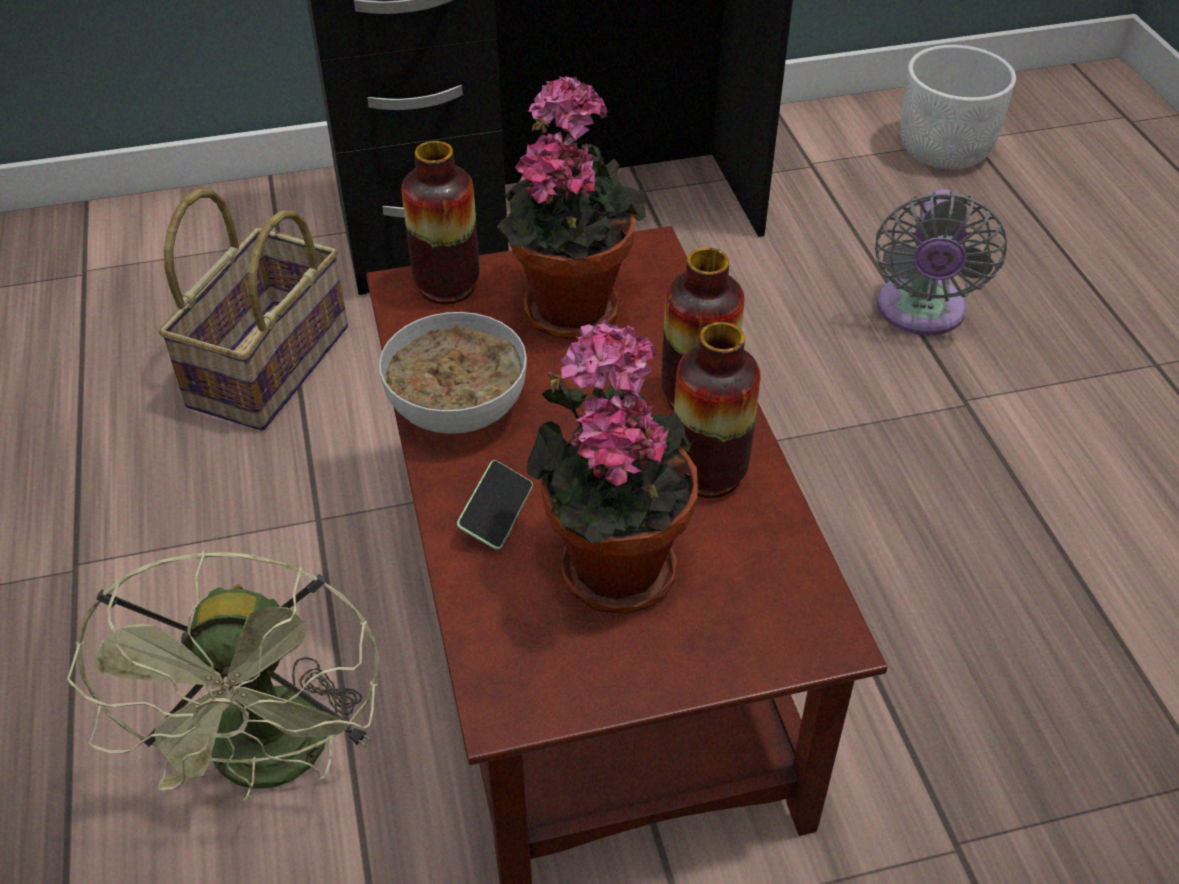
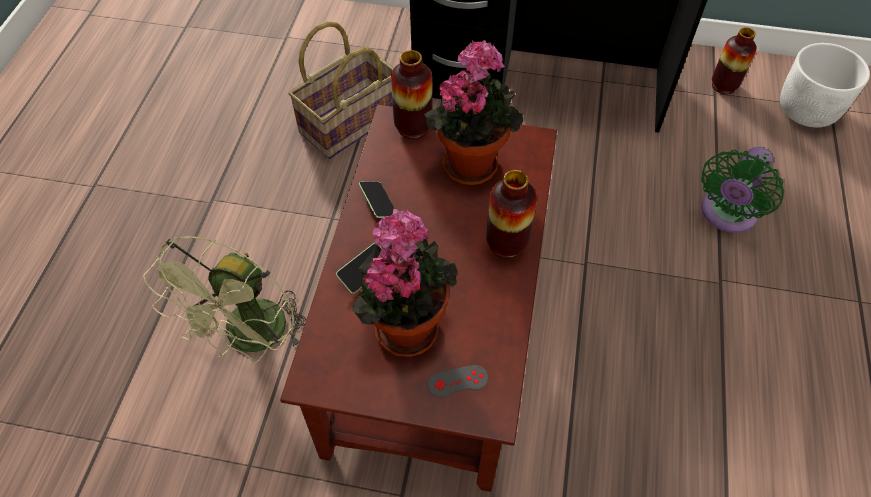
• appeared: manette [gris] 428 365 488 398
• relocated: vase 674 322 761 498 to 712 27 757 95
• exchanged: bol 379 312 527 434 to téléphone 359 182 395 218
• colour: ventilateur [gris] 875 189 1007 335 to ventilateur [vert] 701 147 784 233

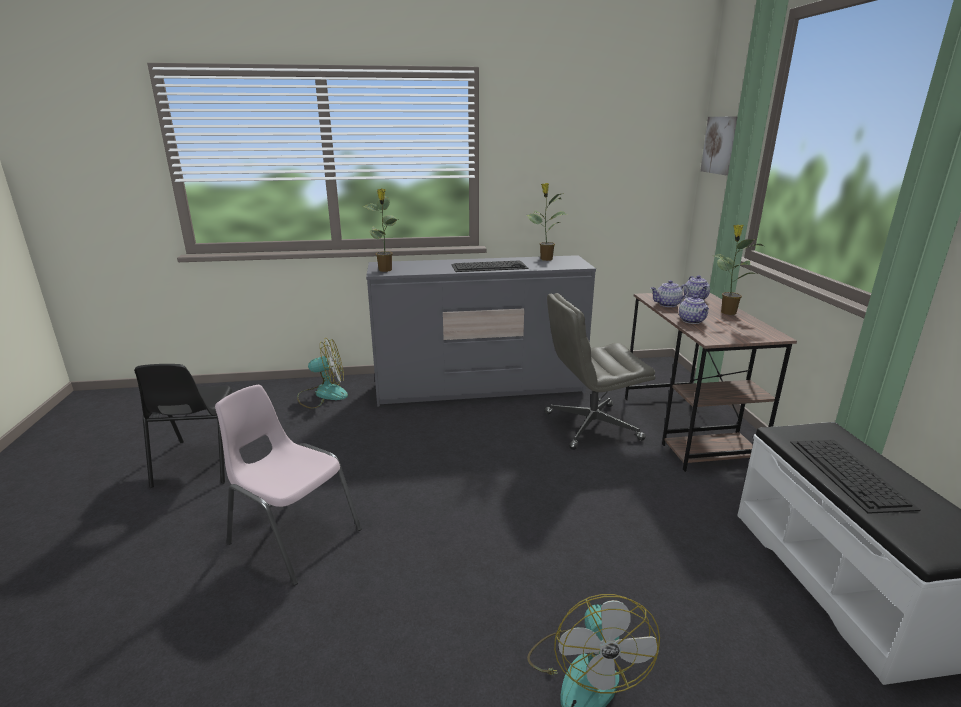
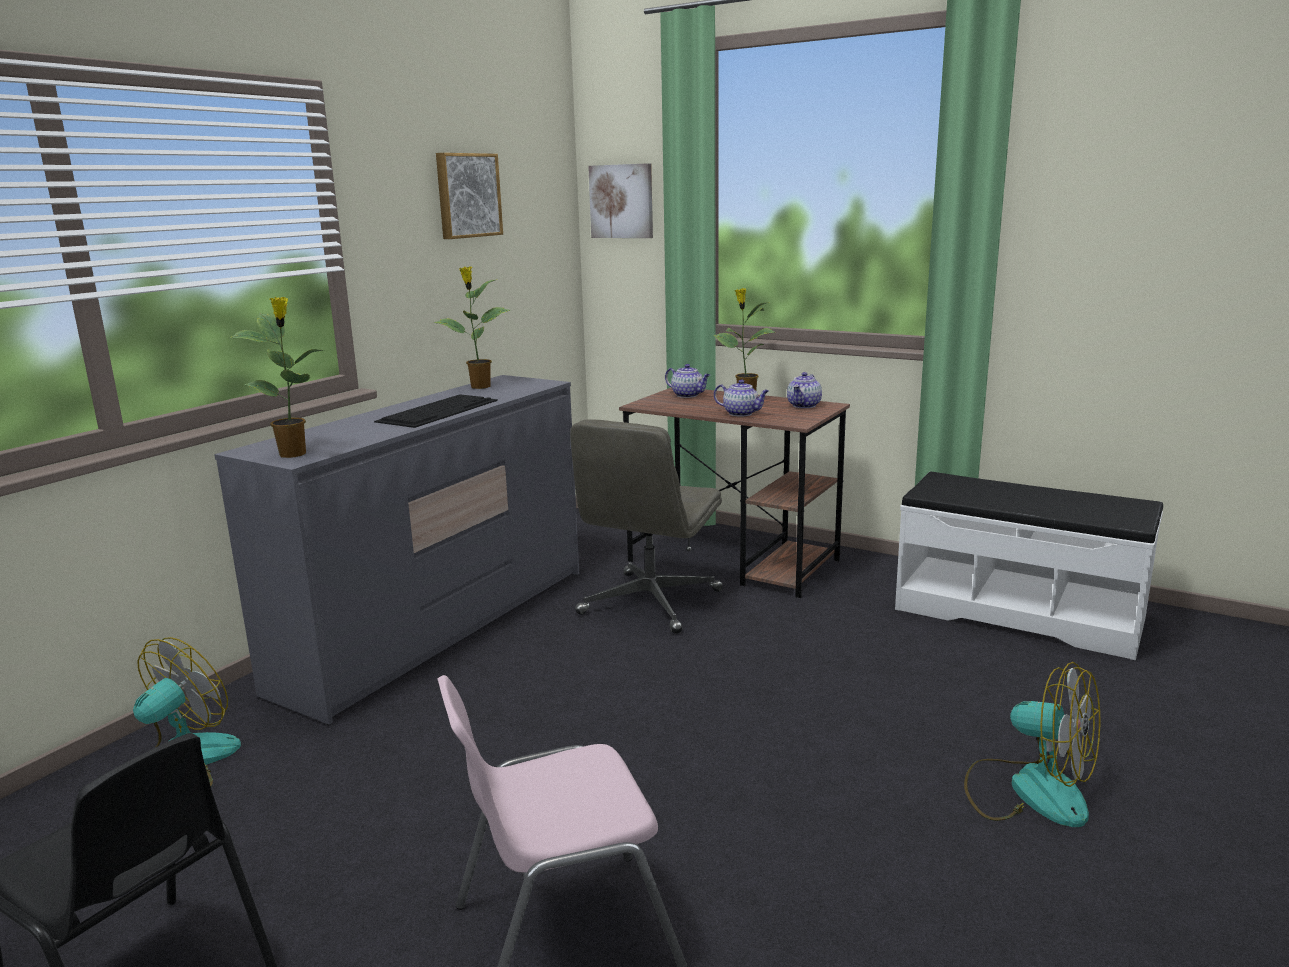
• missing: clavier 790 440 921 514
• appeared: tableau 436 153 503 239
• relocated: théière 650 280 689 307 to 787 372 822 408

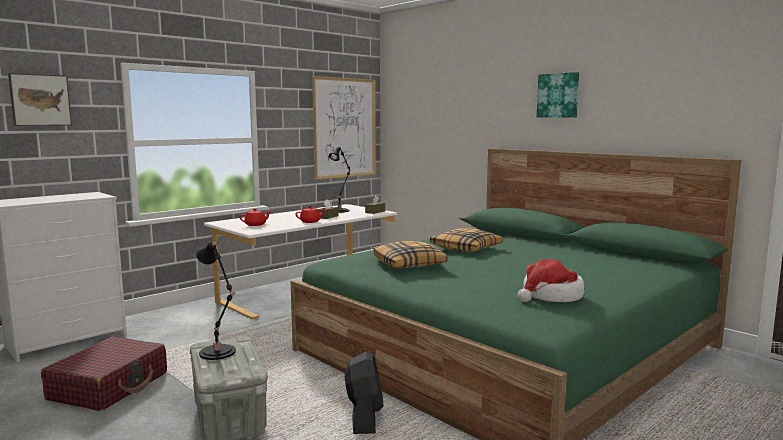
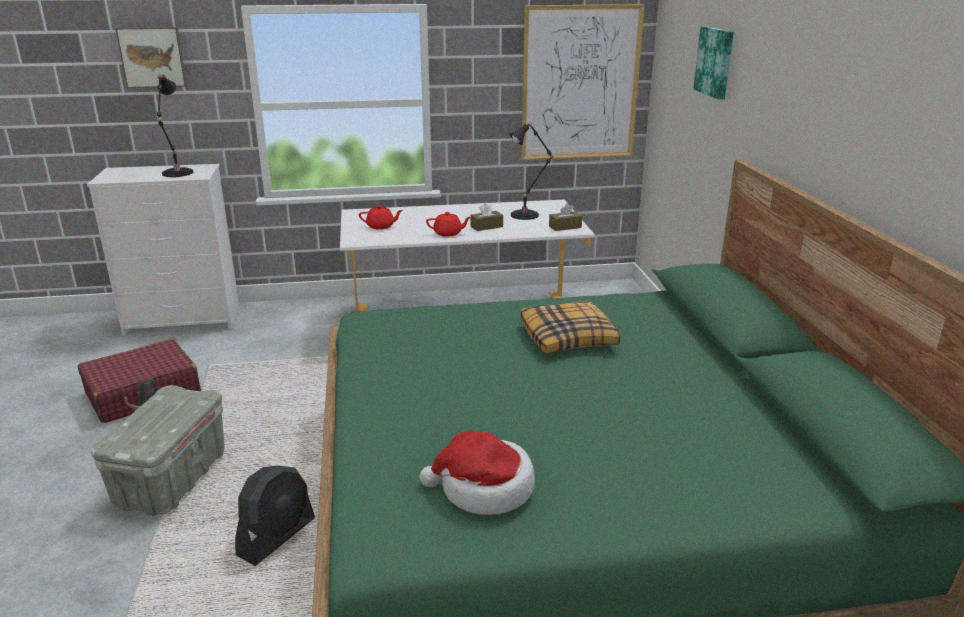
• missing: coussin 374 241 447 268
• relocated: lampe de table [noir] 196 242 236 360 to 157 74 193 177
• relocated: tableau 537 72 579 118 to 693 26 734 99

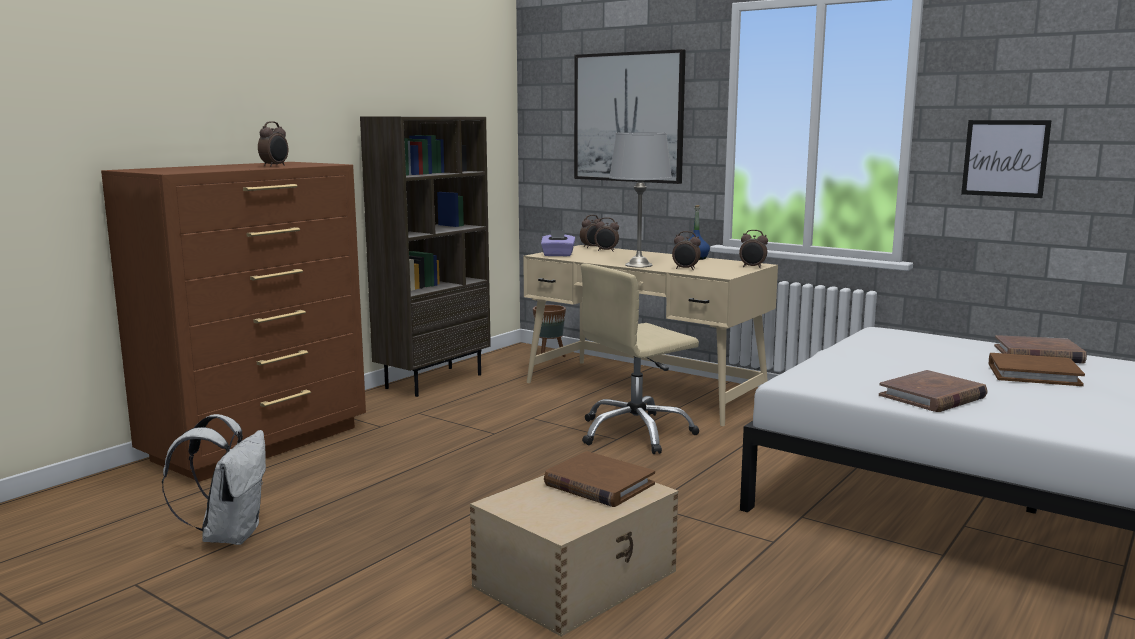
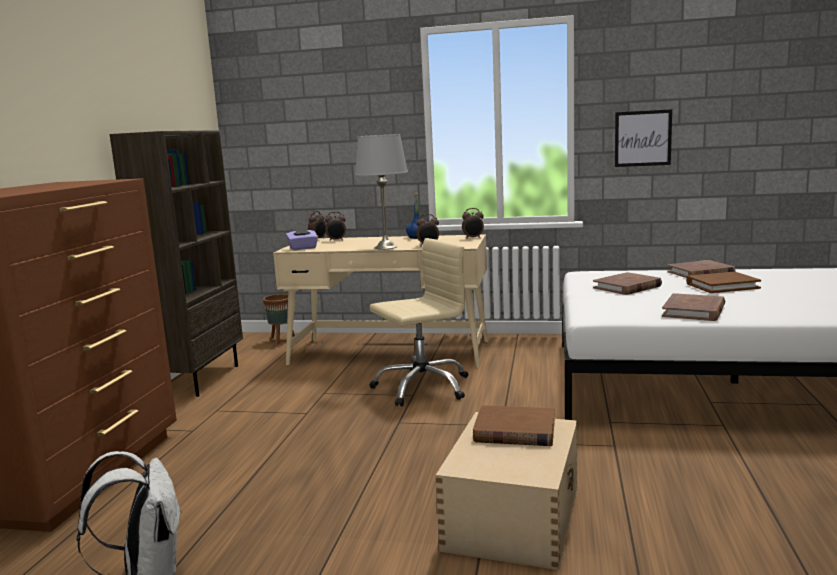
• missing: réveil 258 121 288 166
• missing: tableau 574 49 686 184
• appeared: livre [marron] 593 272 662 295
• spun: chaise de bureau [beige] 581 264 699 454 = 370 238 468 406 150 degrees counterclockwise

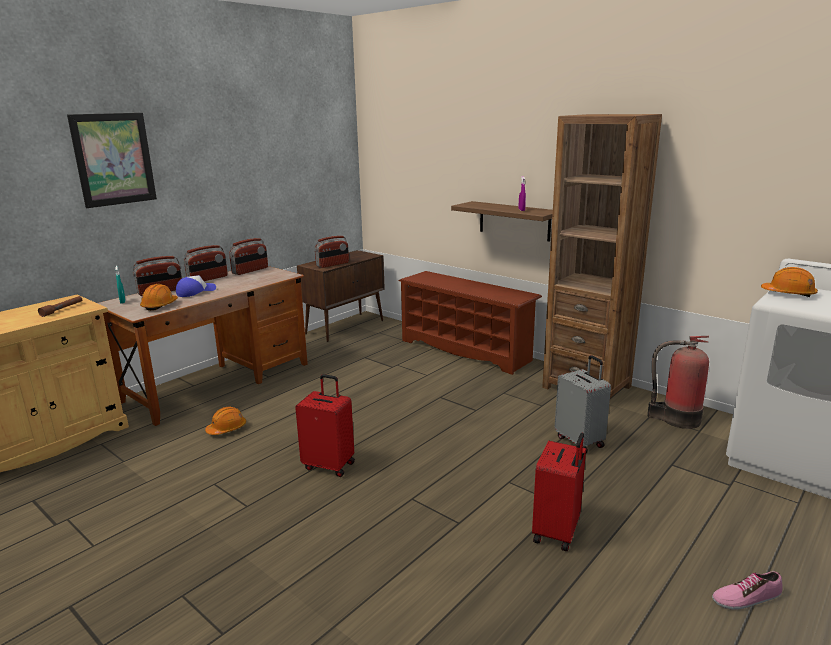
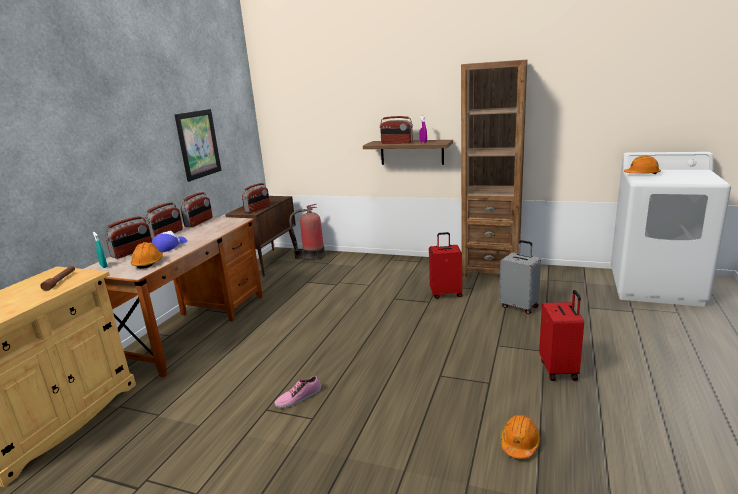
• missing: étagère à chaussures [marron] 399 271 542 375
• appeared: radio 380 116 413 144
• relocated: tableau 67 113 157 208 to 175 109 221 182
• relocated: casque de chantier [orange] 205 407 246 435 to 501 415 540 459
• relocated: valise [rouge] 295 374 355 477 to 429 232 462 299
• relocated: extincteur 647 336 709 429 to 289 204 325 261
• relocated: chaussure 712 571 782 610 to 274 376 321 408

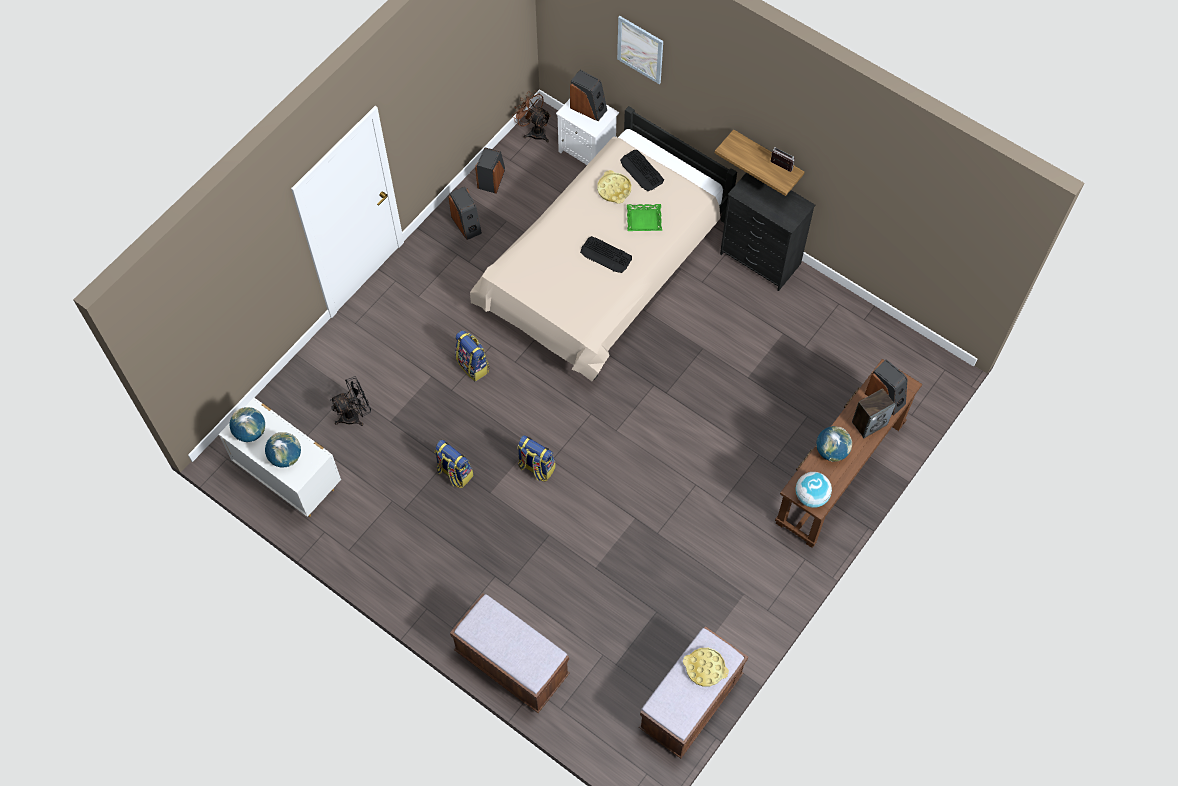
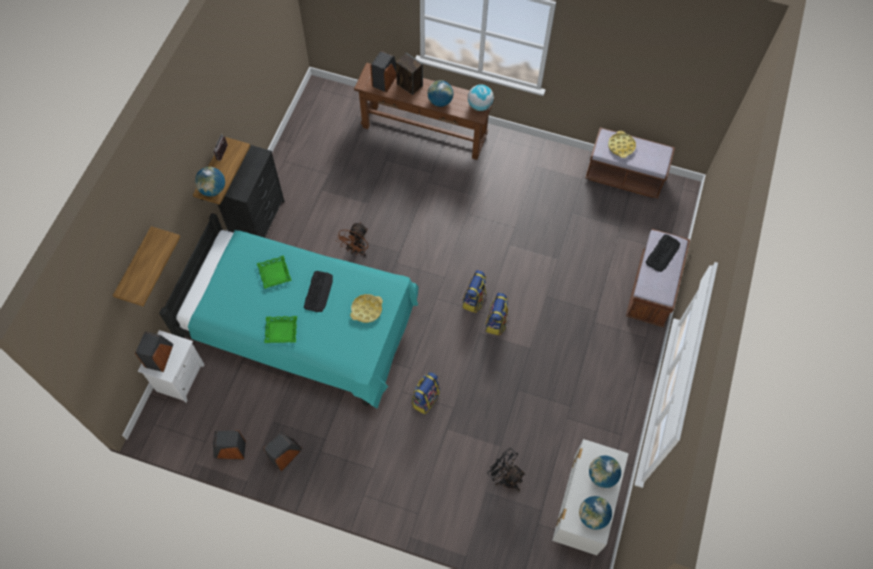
• appeared: globe 195 167 225 197
• appeared: plateau [vert] 264 316 297 343
• relocated: sac à dos 435 440 474 488 to 462 270 487 313
• relocated: ventilateur [marron] 512 91 551 143 to 336 222 368 256
• relocated: plateau [jaune] 597 170 631 204 to 350 294 383 323
• relocated: clavier 620 150 664 191 to 646 234 680 272
• exchanged: tableau 617 16 663 84 to étagère 113 226 180 306
• colour: lit [beige] 470 106 737 381 to lit [turquoise] 159 213 418 409

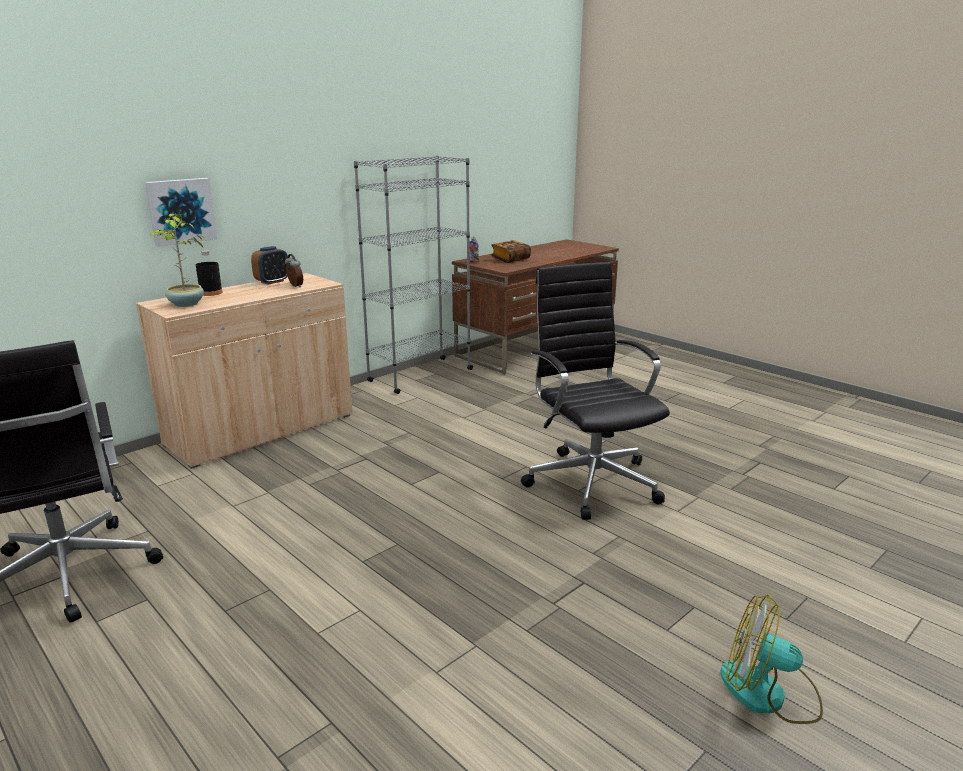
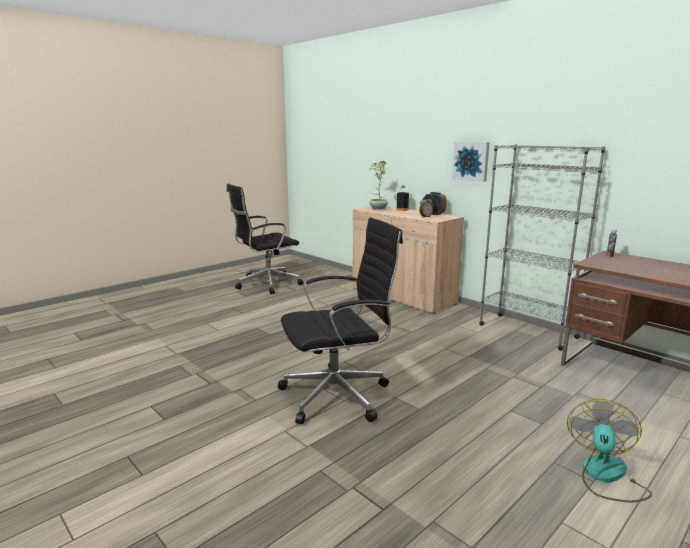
• missing: livre 491 240 531 263
• relocated: tableau 145 178 217 247 to 452 142 489 182
• relocated: ventilateur 720 595 823 724 to 567 399 652 503

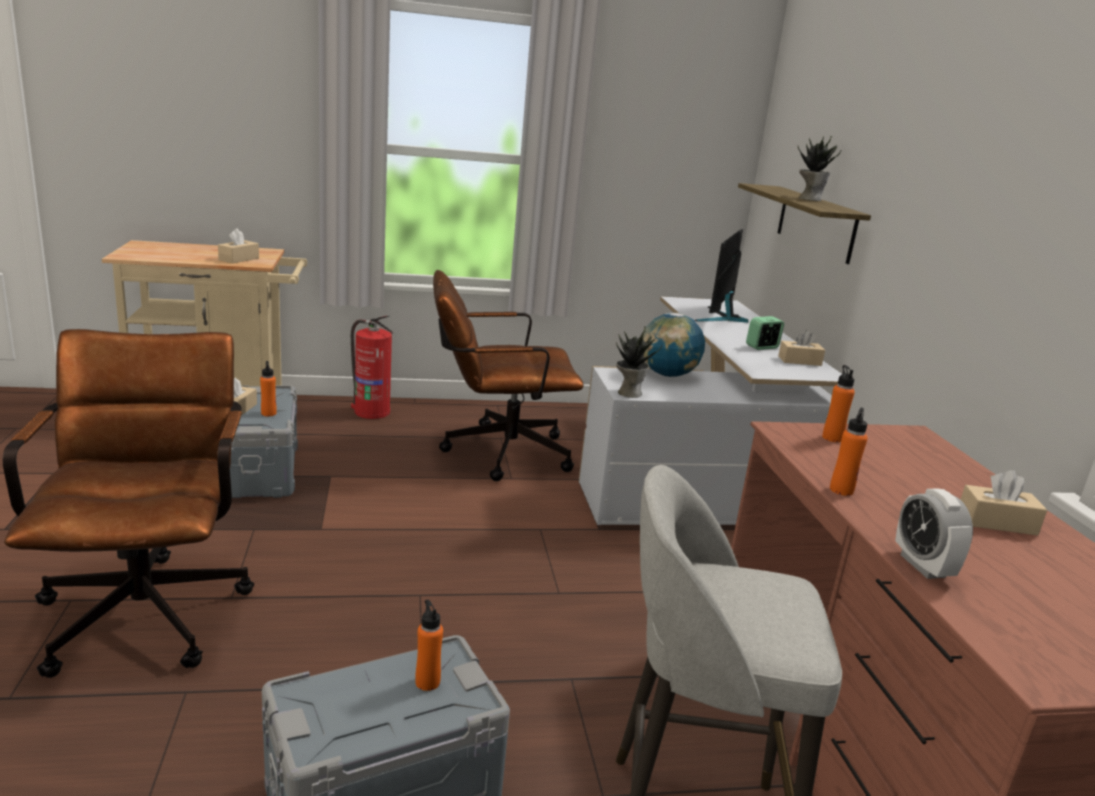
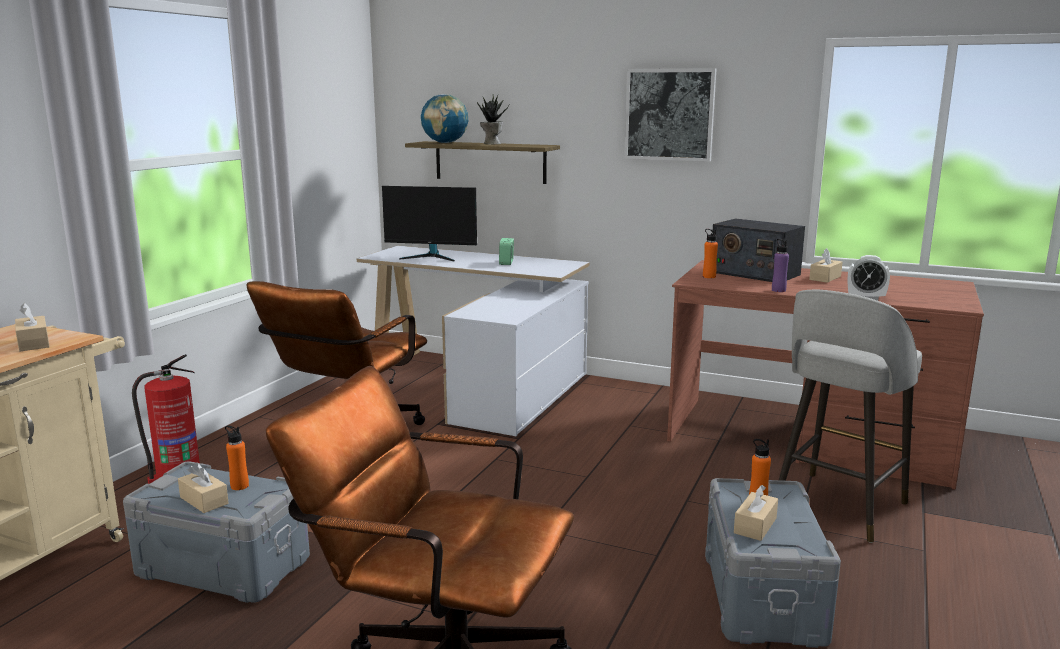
• missing: plante en pot 616 326 662 398
• appeared: tableau 624 68 716 161
• appeared: radio 712 218 805 282
• relocated: globe 643 313 705 377 to 421 94 468 143
• relocated: boîte à mouchoirs [beige] 778 330 825 366 to 734 485 778 541
• colour: bouteille [orange] 830 408 868 496 to bouteille [violet] 772 239 789 292
• spun: écran d'ordinateur 695 229 749 323 = 382 186 477 261 45 degrees counterclockwise

